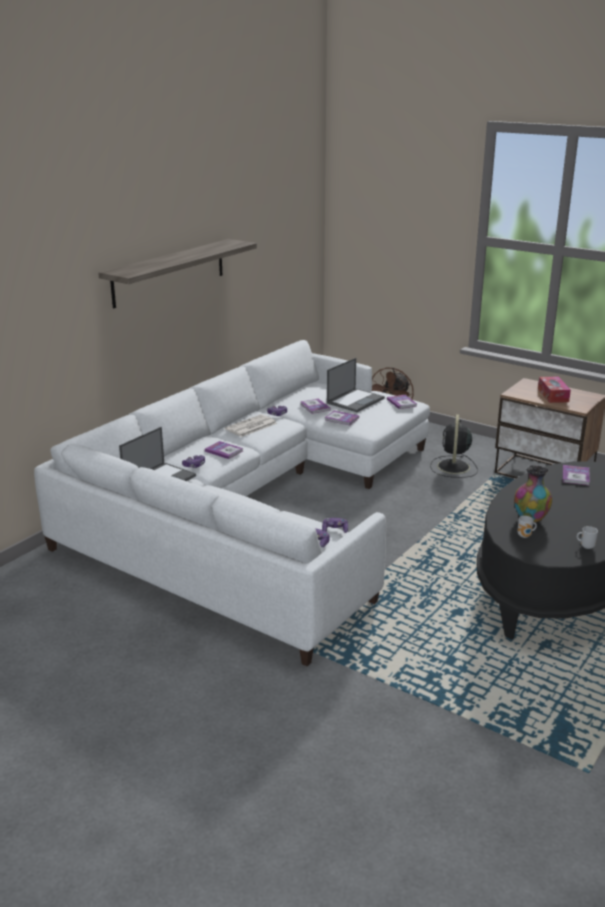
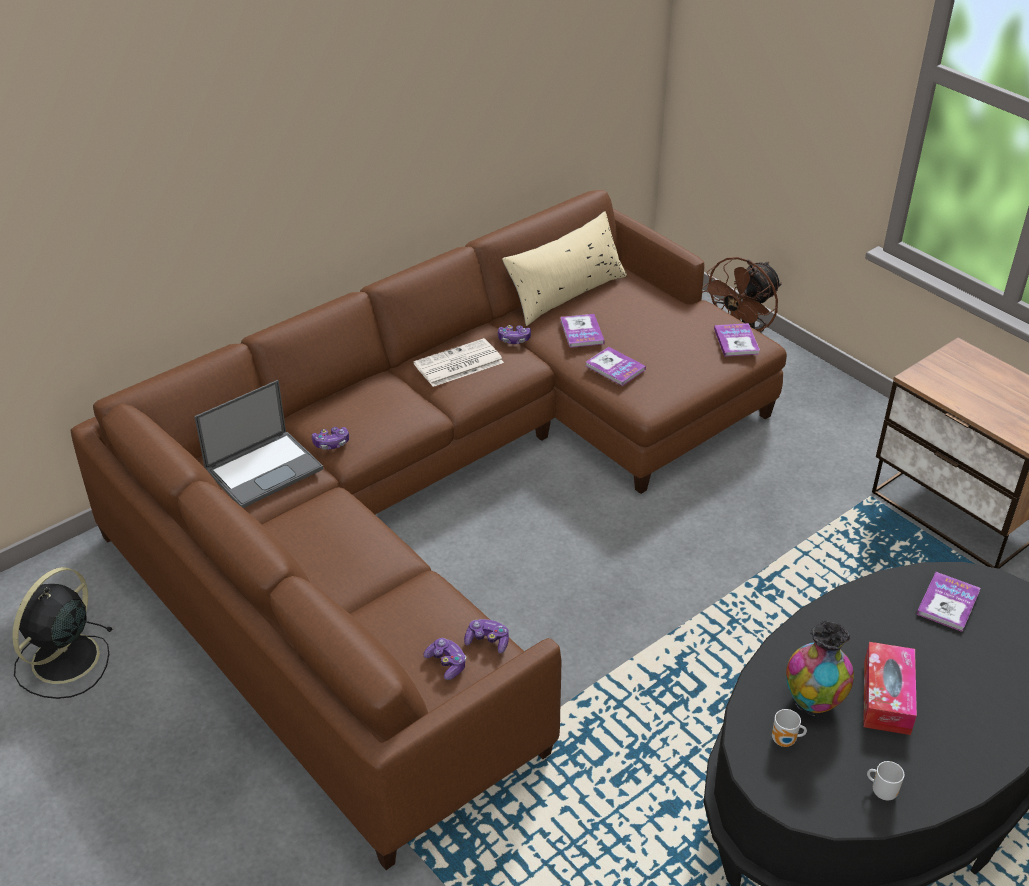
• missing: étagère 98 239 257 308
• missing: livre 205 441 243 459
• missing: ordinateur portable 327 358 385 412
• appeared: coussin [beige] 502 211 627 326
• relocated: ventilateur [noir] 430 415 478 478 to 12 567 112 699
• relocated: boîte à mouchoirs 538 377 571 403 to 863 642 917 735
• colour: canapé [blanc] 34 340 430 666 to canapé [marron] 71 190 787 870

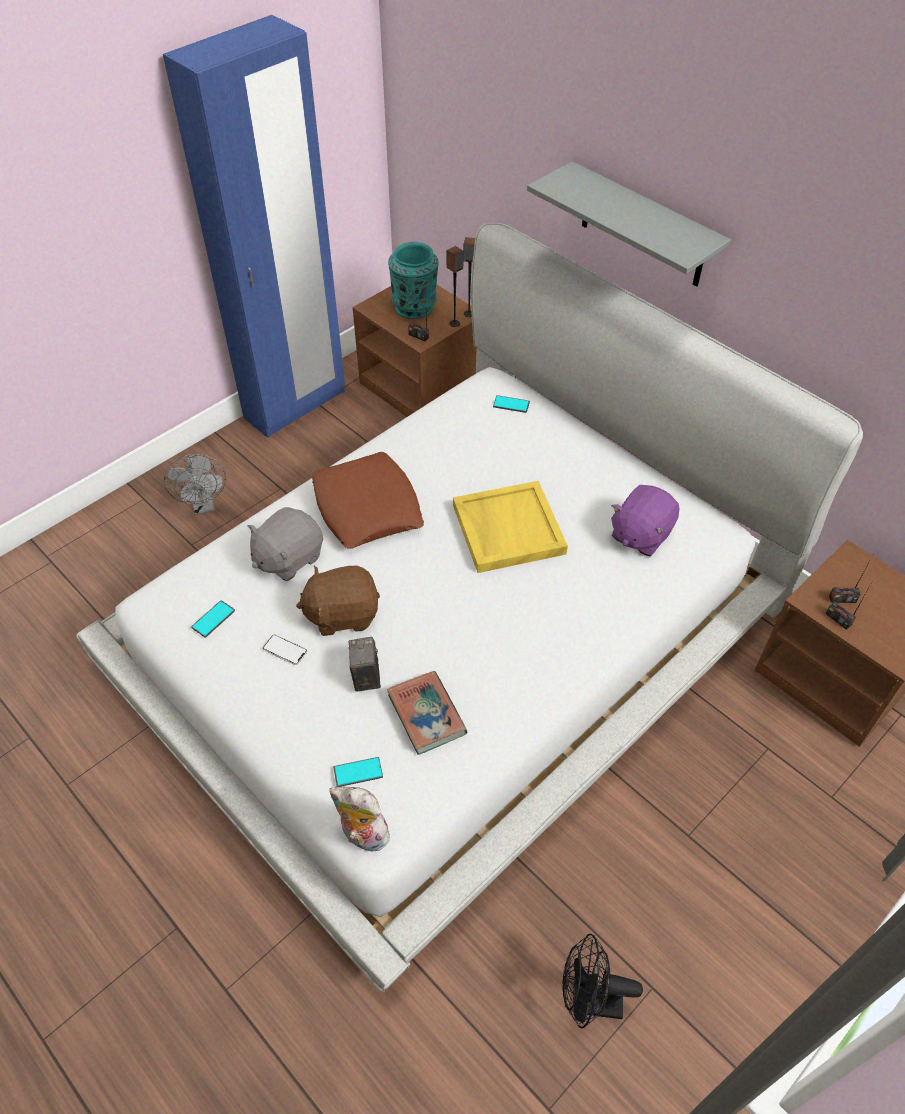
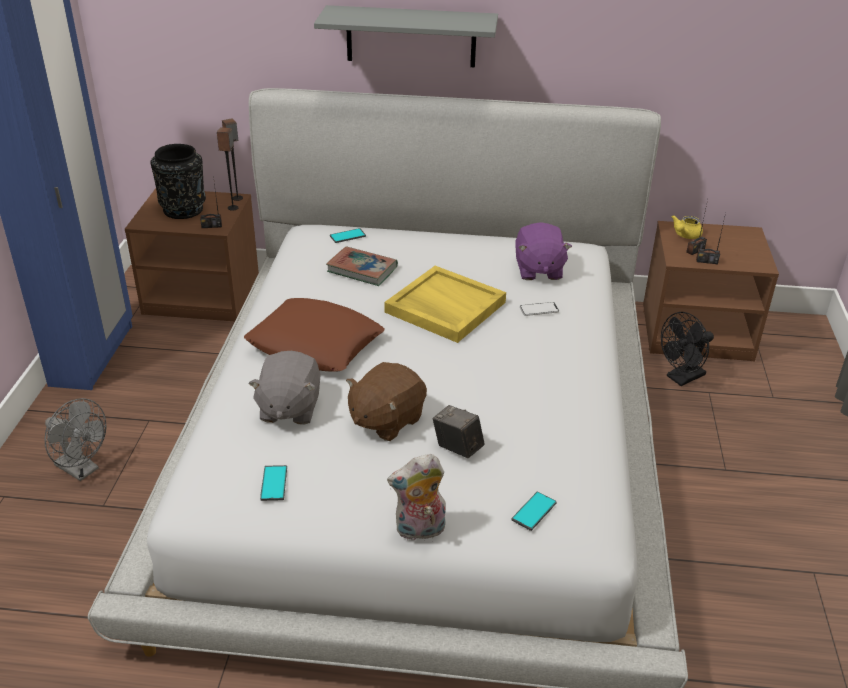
• appeared: théière [jaune] 672 215 703 239
• relocated: téléphone 263 634 307 665 to 520 302 559 316
• relocated: peluche 329 786 390 851 to 387 454 446 541
• relocated: livre 387 671 467 755 to 326 246 398 286
• relocated: ventilateur [noir] 562 934 643 1028 to 661 312 714 386
• colour: vase [turquoise] 388 242 439 319 to vase [noir] 150 144 206 219

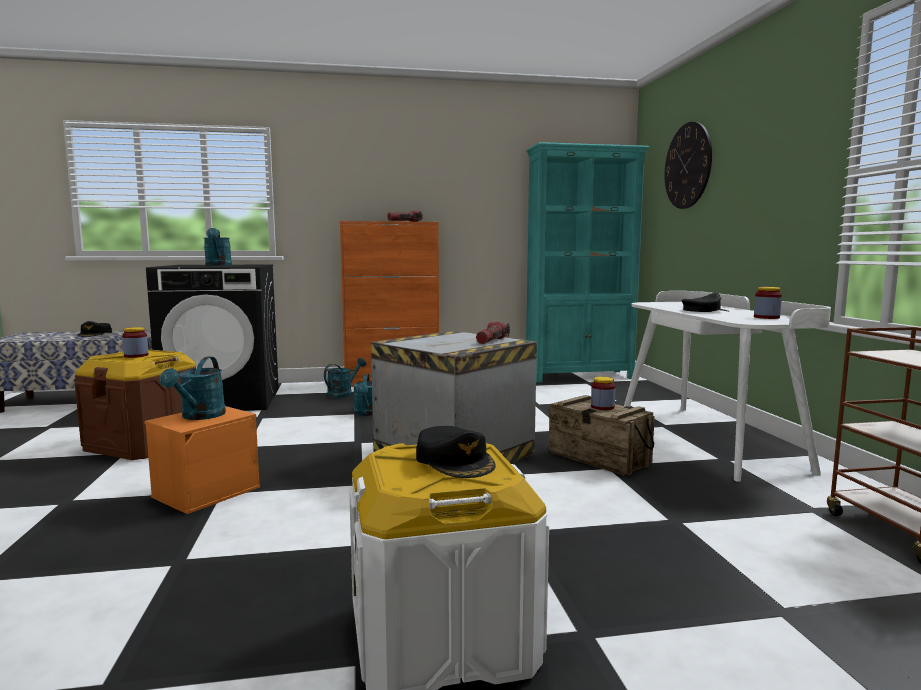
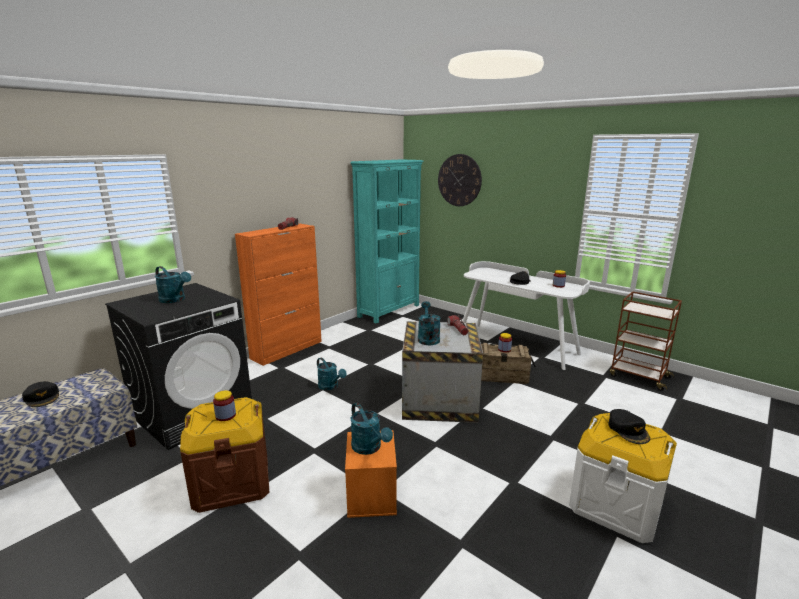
• relocated: arrosoir [turquoise] 324 358 366 398 to 418 301 441 345
• spun: casquette [noir] 416 426 496 478 = 608 409 650 444 60 degrees clockwise

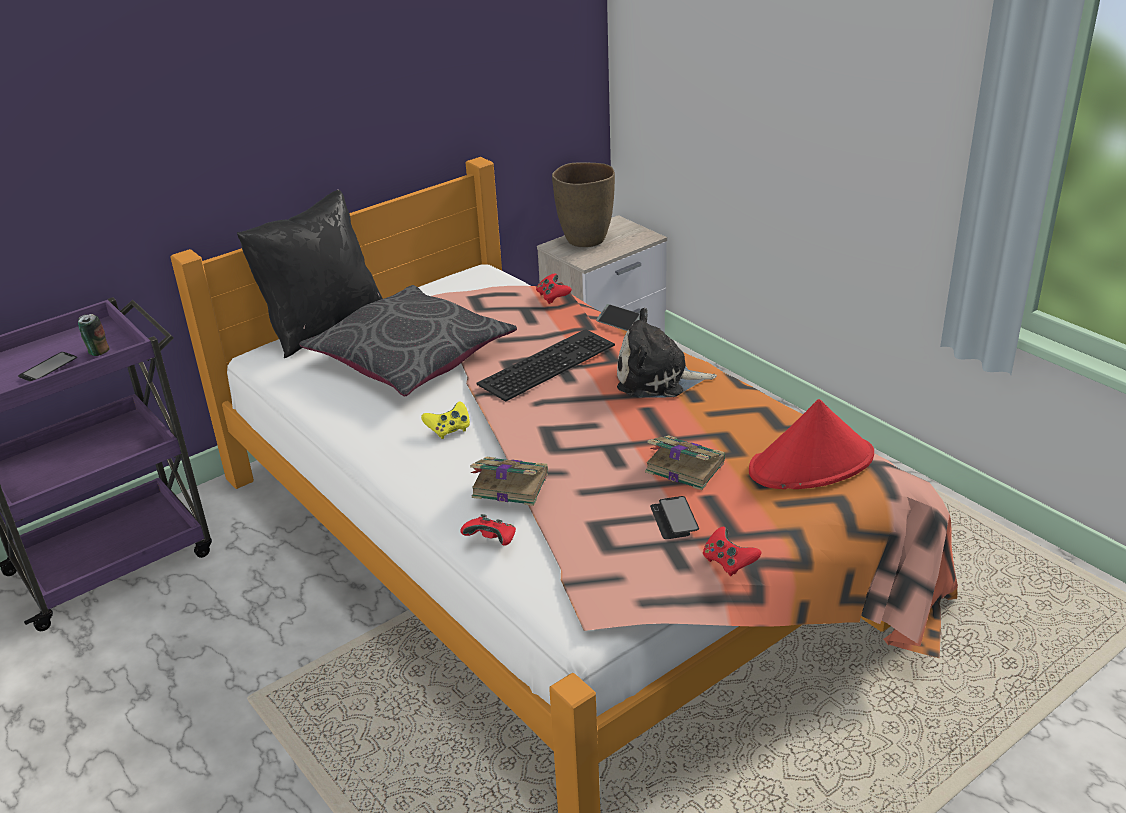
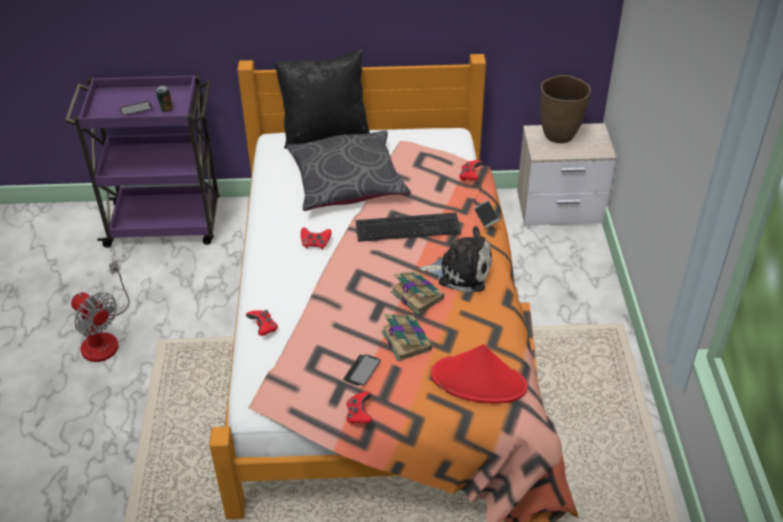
• appeared: ventilateur 71 260 129 362
• relocated: livre 470 456 548 506 to 391 271 444 315
• colour: manette [jaune] 421 401 470 439 to manette [rouge] 301 228 332 249
• spun: peluche 617 308 717 398 = 419 226 492 292 150 degrees clockwise

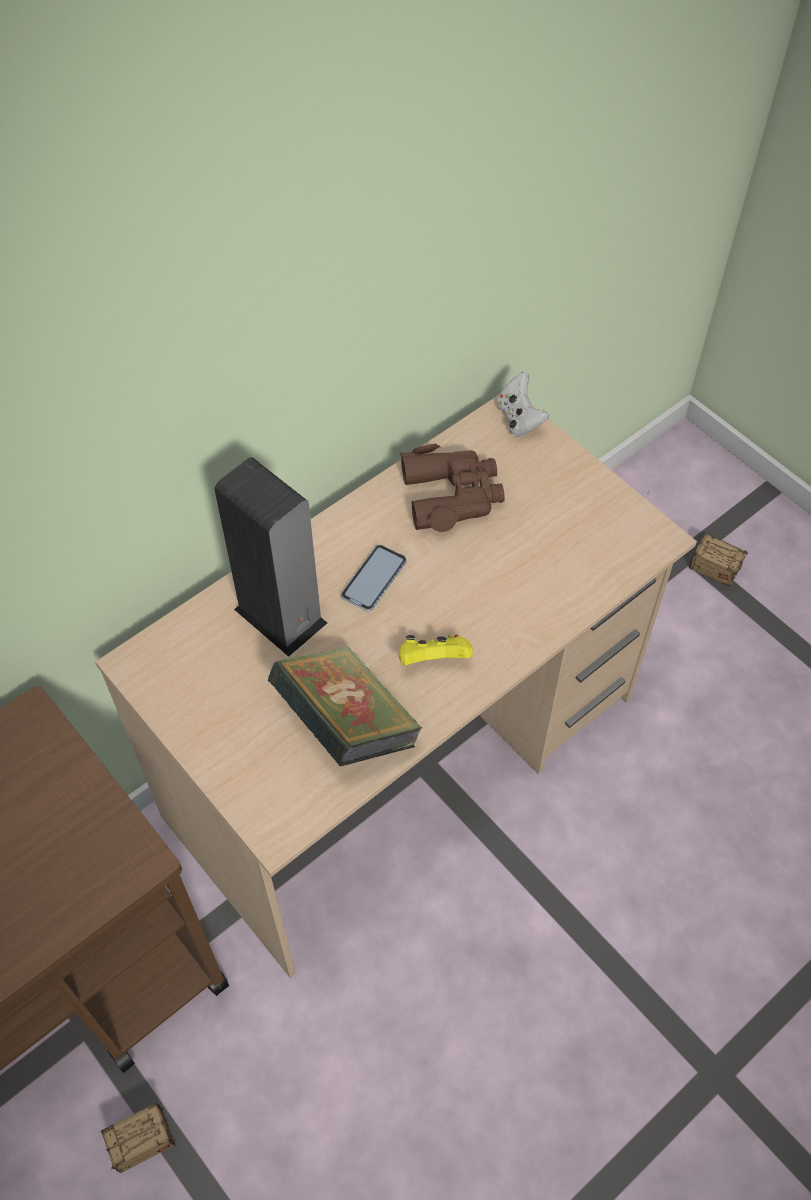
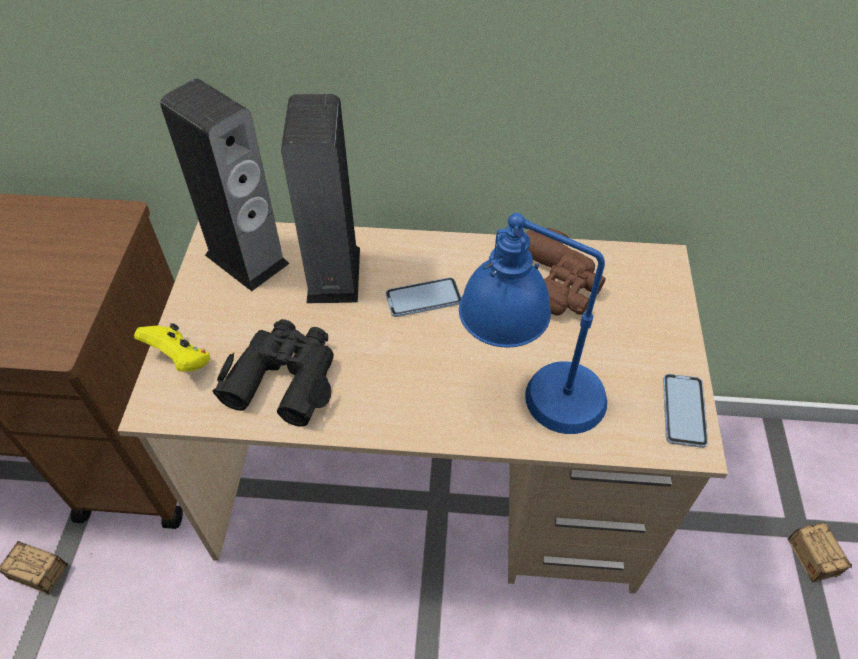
• missing: manette [blanc] 497 372 549 437
• appeared: enceinte 160 78 289 291
• appeared: lampe de table [bleu] 459 213 607 434
• appeared: téléphone 663 374 708 448
• relocated: manette [jaune] 399 635 473 665 to 134 323 210 372
• exchanged: livre 268 647 423 766 to jumelles [noir] 212 319 334 427

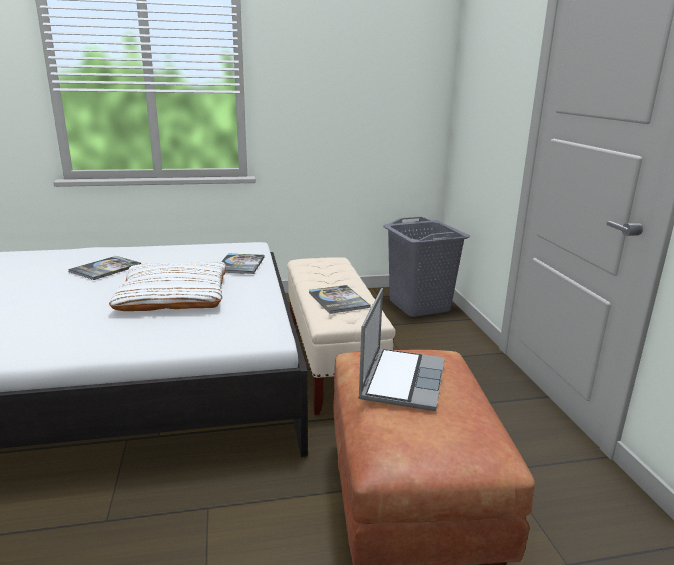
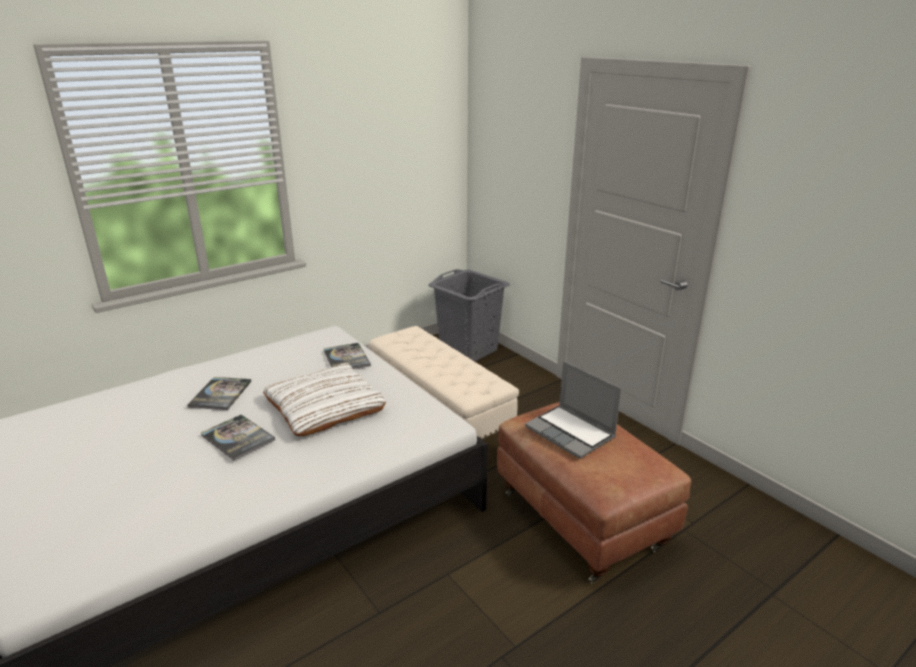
• relocated: livre 309 285 371 314 to 201 415 275 460
• spun: ordinateur portable 358 288 445 411 = 525 361 622 459 150 degrees clockwise

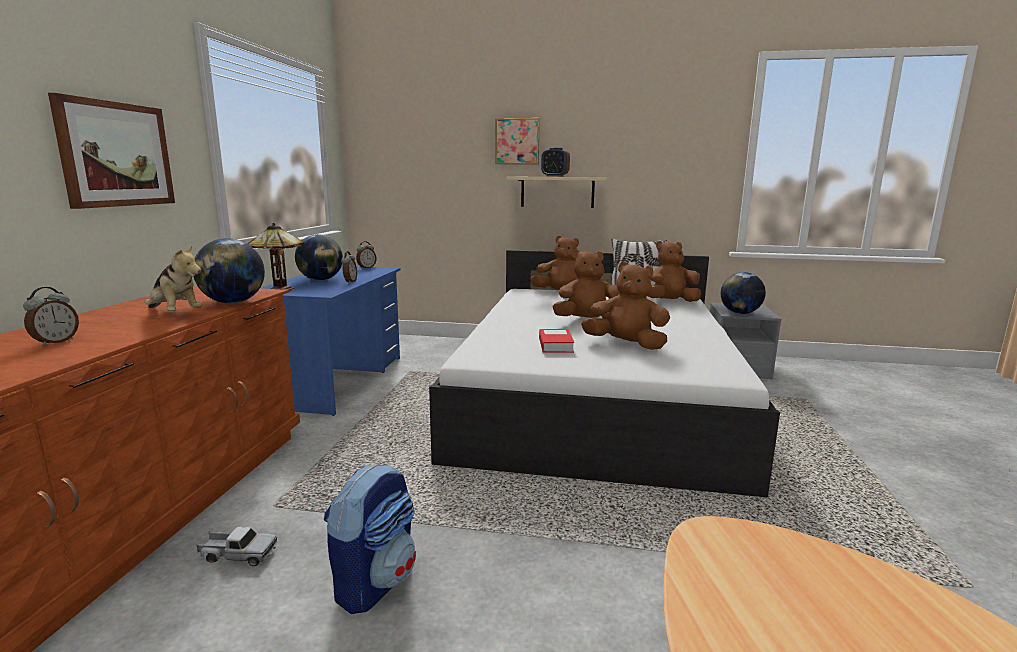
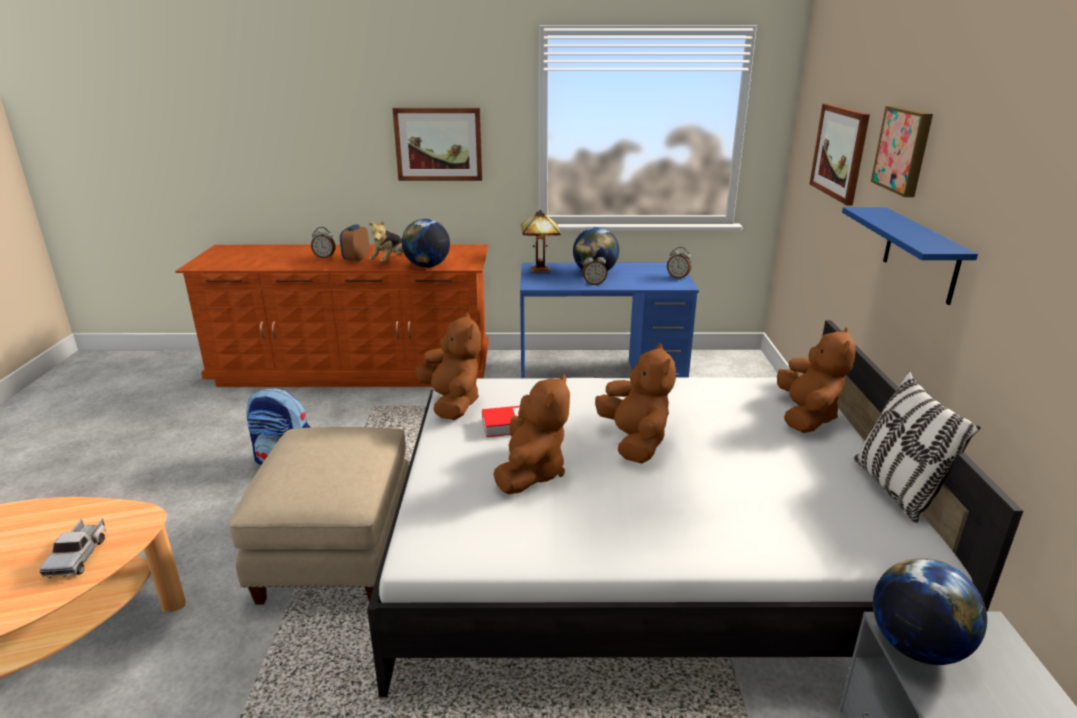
• appeared: pouf [beige] 228 427 409 605
• appeared: tableau 810 104 870 205
• relocated: camion jouet 196 527 277 566 to 40 518 106 578
• relocated: réveil 541 148 570 177 to 340 224 369 262
• relocated: peluche [marron] 648 241 701 302 to 415 312 481 420
• colour: étagère [beige] 506 176 606 208 to étagère [bleu] 842 207 978 305

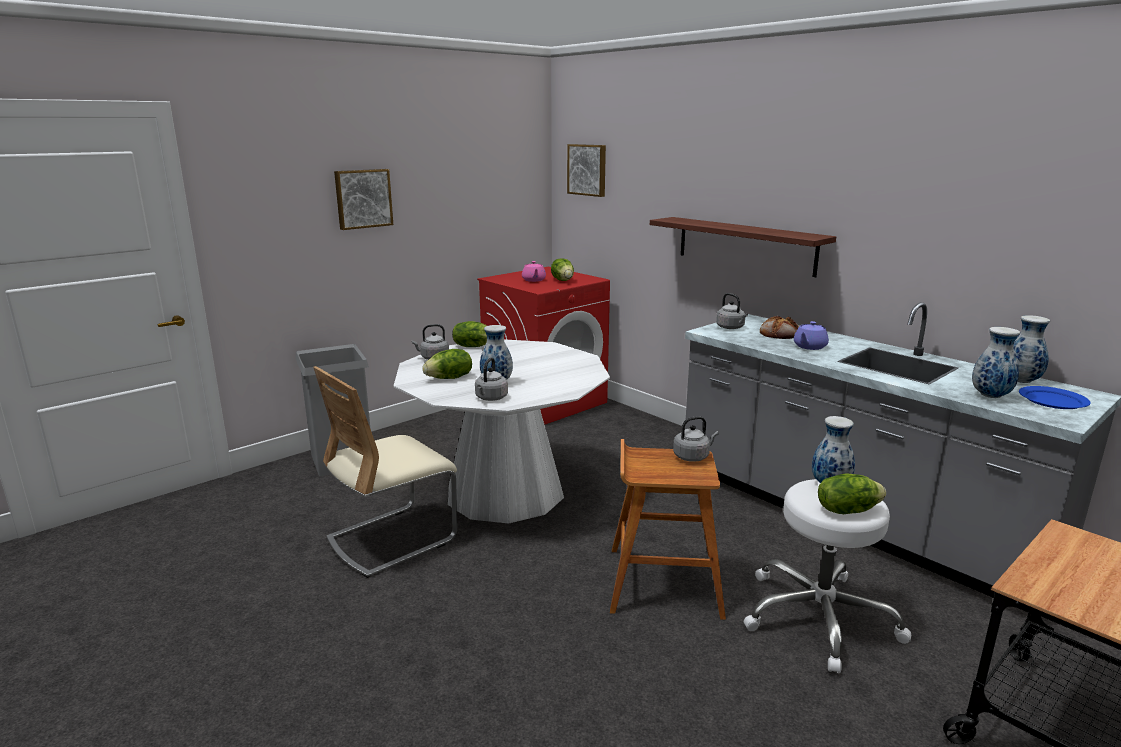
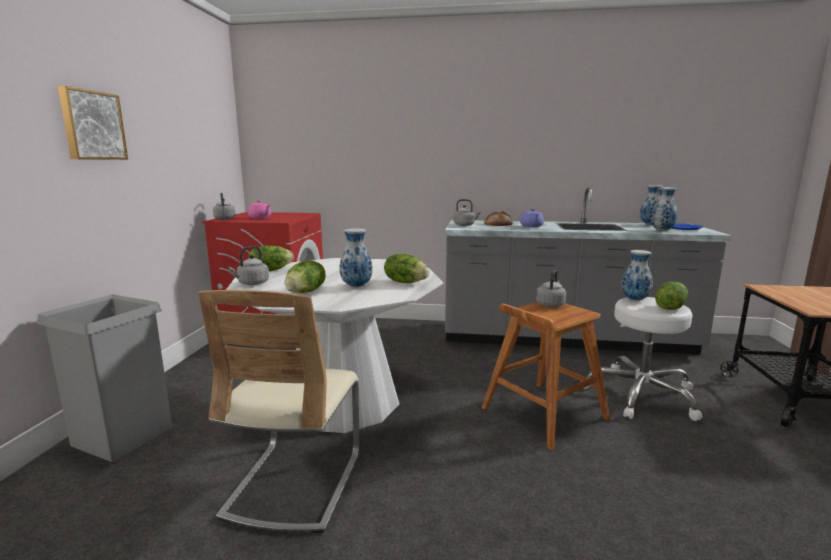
• missing: tableau 567 144 606 197
• missing: étagère 650 217 836 277
• relocated: bouilloire [gris] 475 358 508 401 to 213 193 236 220
• relocated: laitue 551 258 574 281 to 384 254 430 283

